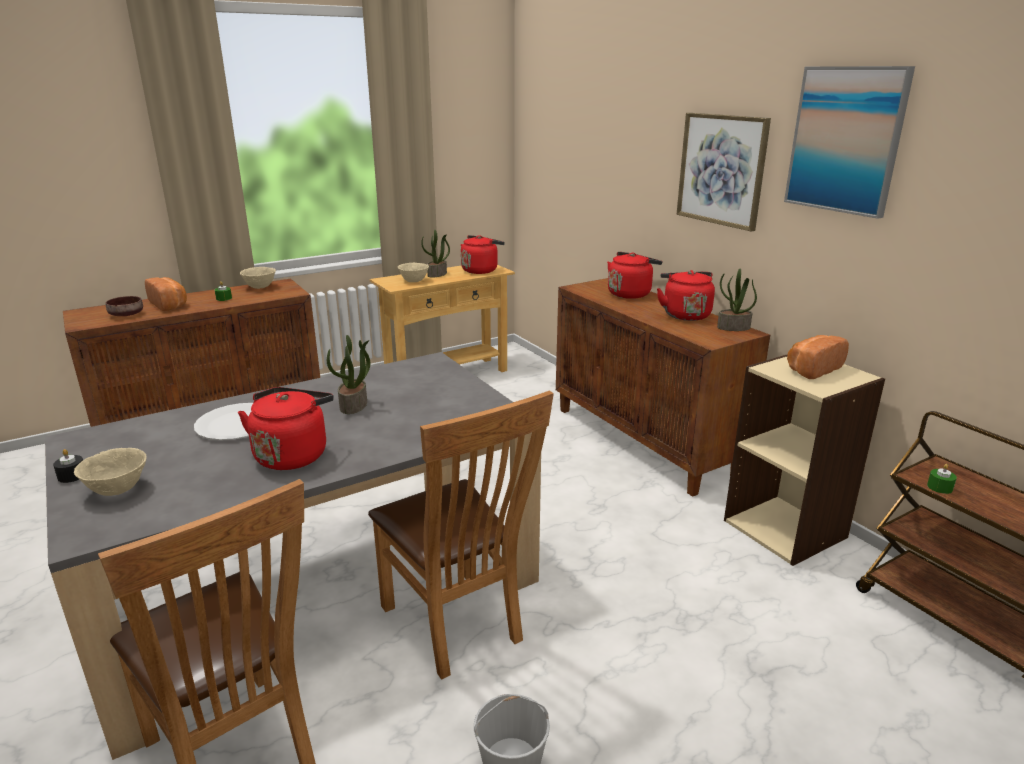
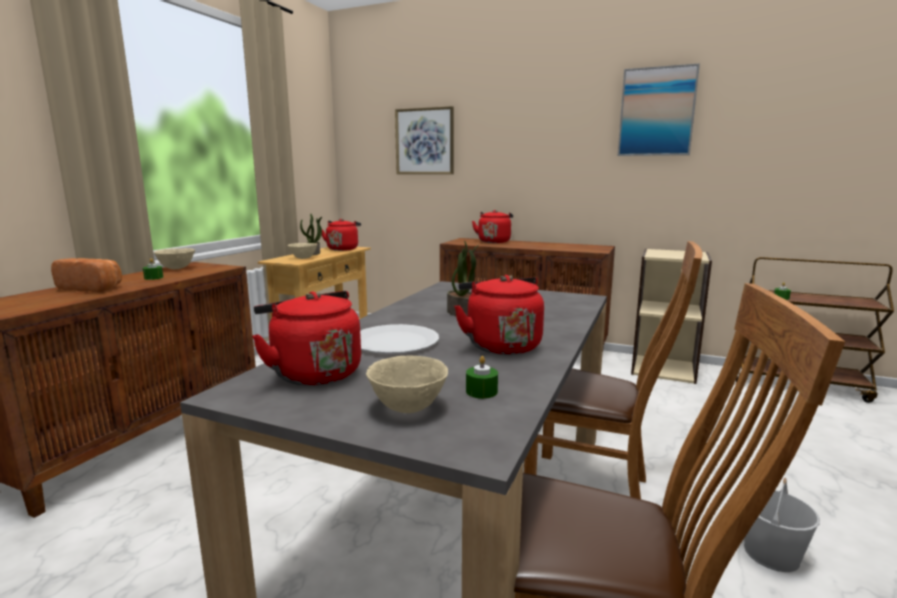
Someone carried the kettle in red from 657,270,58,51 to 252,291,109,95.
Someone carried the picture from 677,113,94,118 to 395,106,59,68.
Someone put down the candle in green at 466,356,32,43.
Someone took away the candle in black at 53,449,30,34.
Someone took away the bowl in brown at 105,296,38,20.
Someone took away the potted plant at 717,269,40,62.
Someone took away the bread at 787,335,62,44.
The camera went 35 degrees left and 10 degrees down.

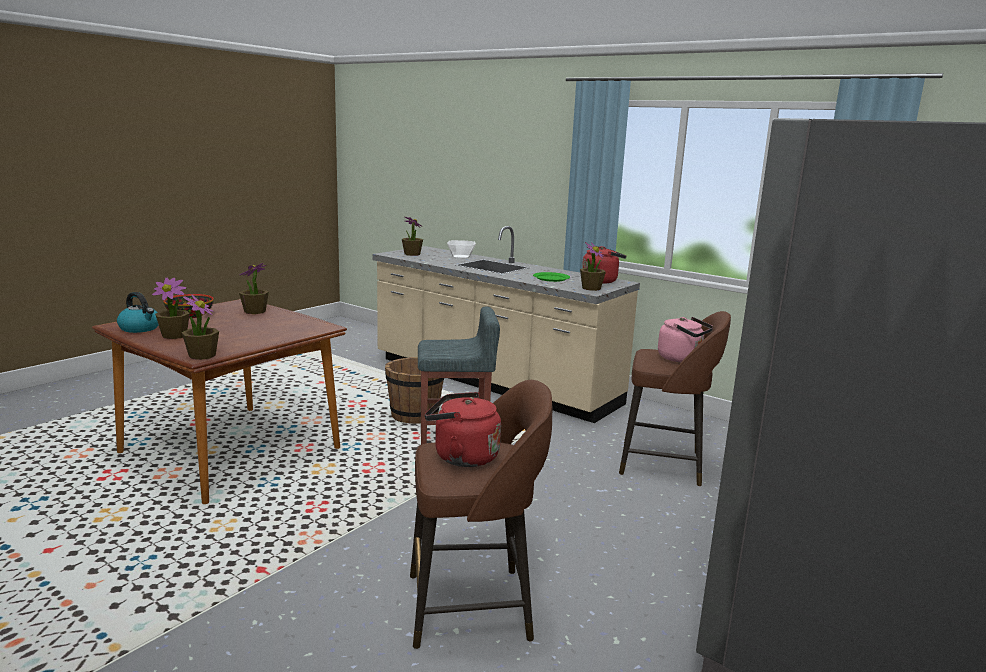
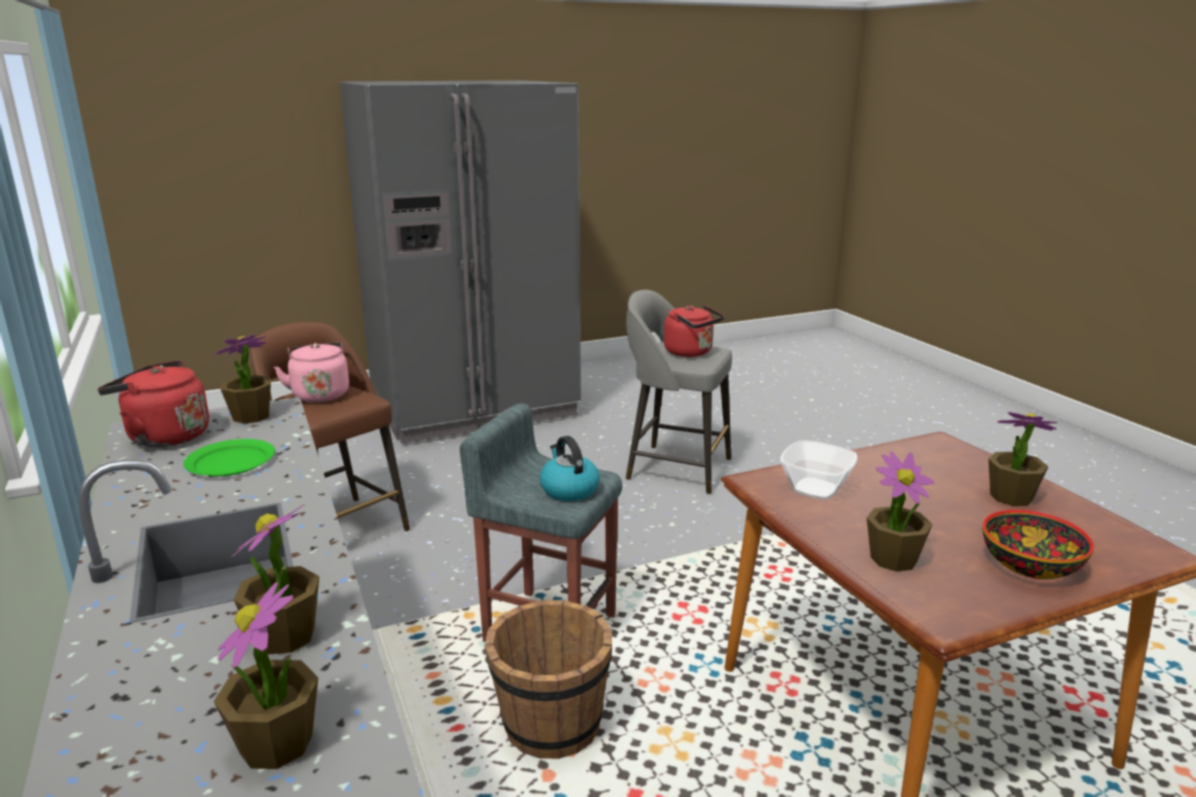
Someone carried the potted plant from 181,294,38,66 to 230,504,89,151.
Someone carried the kettle from 117,292,42,41 to 540,436,60,65.
Someone repainted the stool in brown at 410,380,142,269, which became the stool in grey at 626,290,106,204.
Someone carried the bowl from 447,240,29,19 to 780,440,77,60.
The camera went 150 degrees left and 5 degrees up.

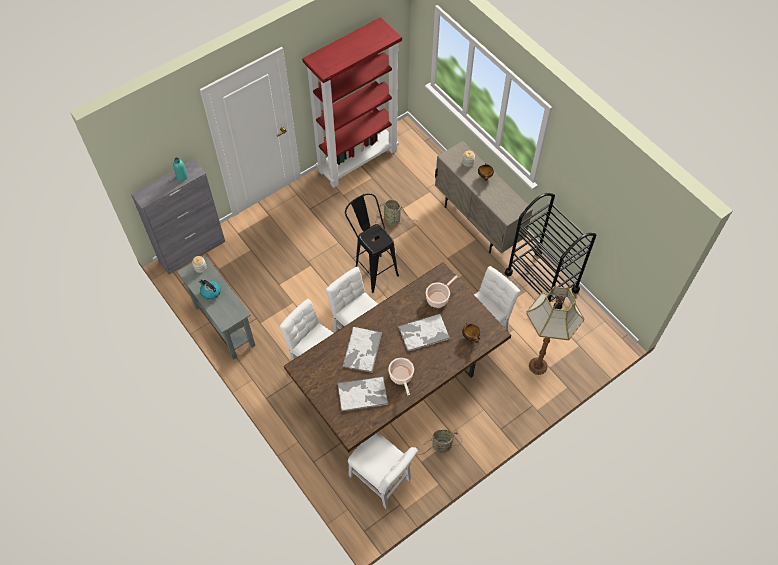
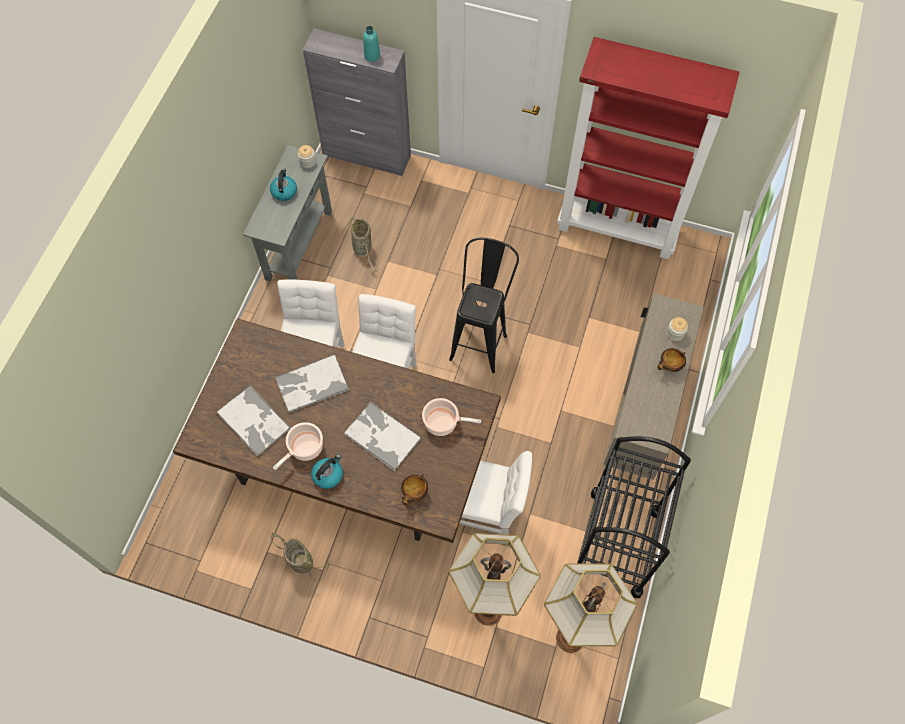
Someone put down the kettle at 311,454,32,35.
Someone carried the basket from 375,200,42,25 to 341,217,37,55.
Someone put down the floor lamp at 544,563,93,90.
Someone took away the chair in white at 348,432,70,77.
The camera went 55 degrees right and 5 degrees up.

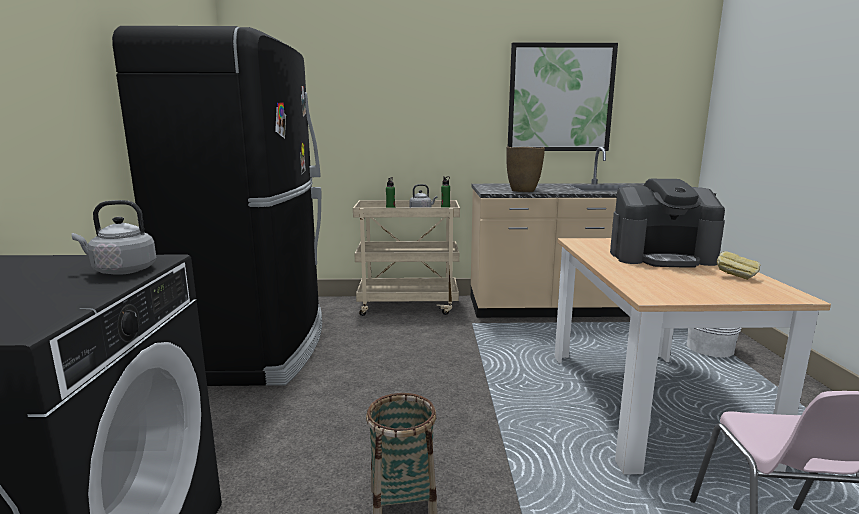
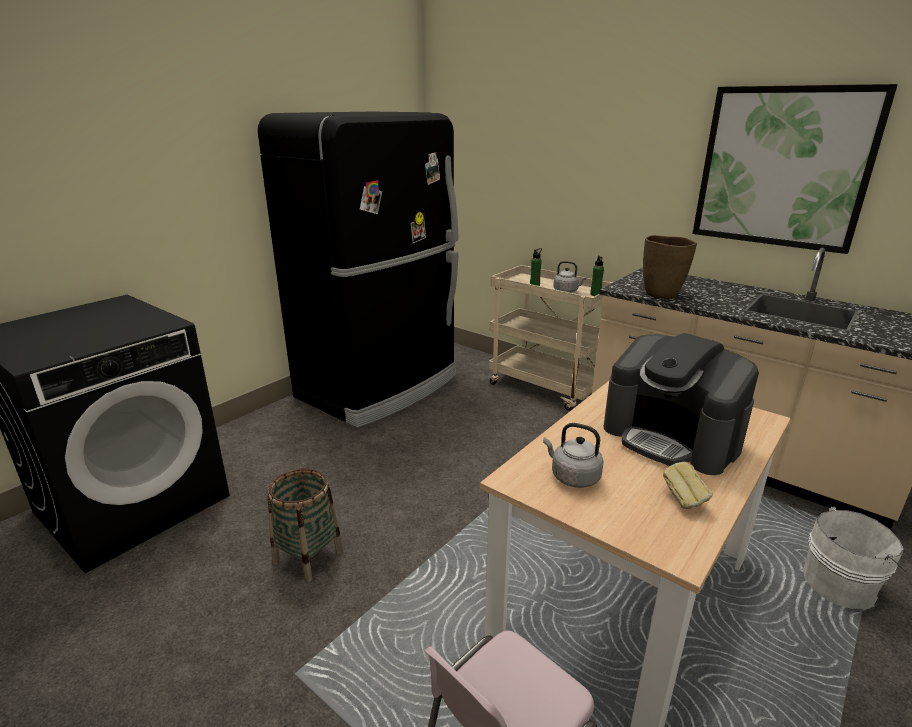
Someone carried the kettle in grey from 72,200,84,75 to 543,423,61,65.
The camera went 40 degrees right and 10 degrees up.

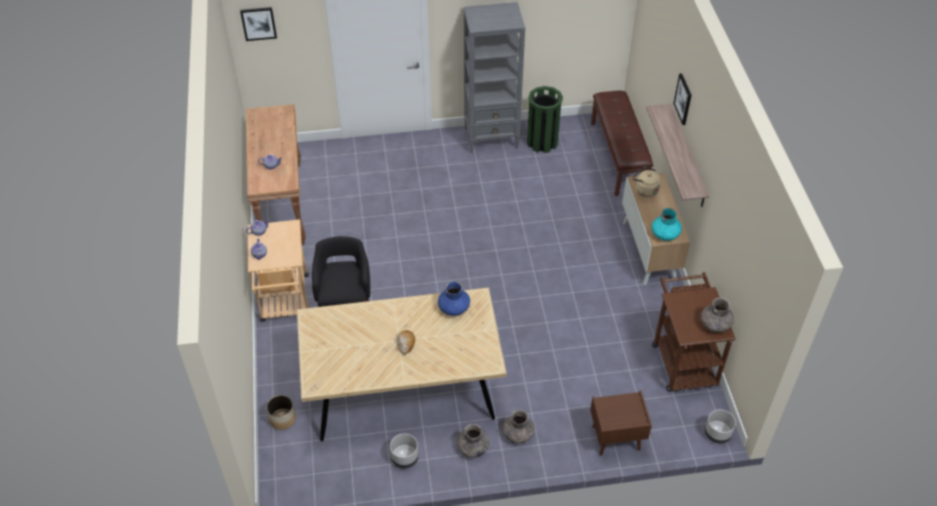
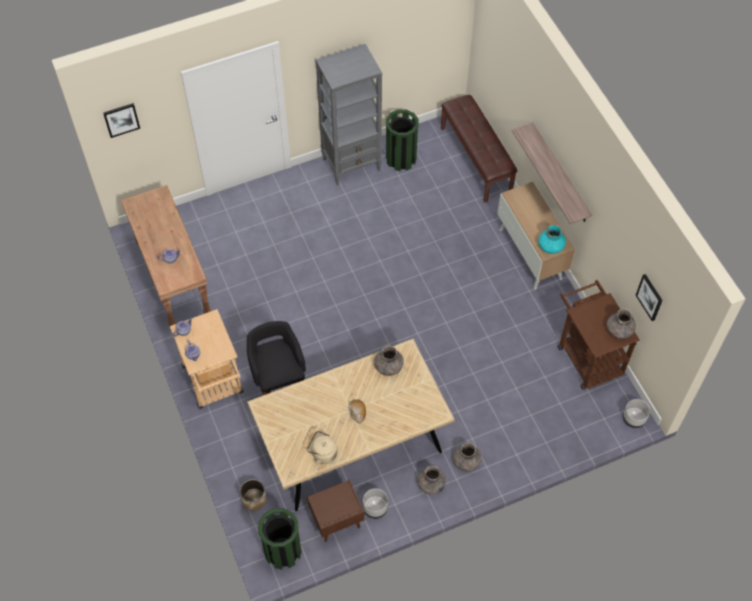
Someone put down the trash can in green at 258,508,44,61.
Someone carried the kettle in beige from 633,166,28,31 to 307,431,31,34.
Someone carried the nightstand in brown from 590,391,62,65 to 307,479,57,63.
Someone repainted the vase in blue at 438,281,32,35, which became the vase in grey at 374,345,30,31.
Someone carried the picture from 673,73,18,52 to 636,274,27,47.
The camera went 15 degrees left and 10 degrees up.

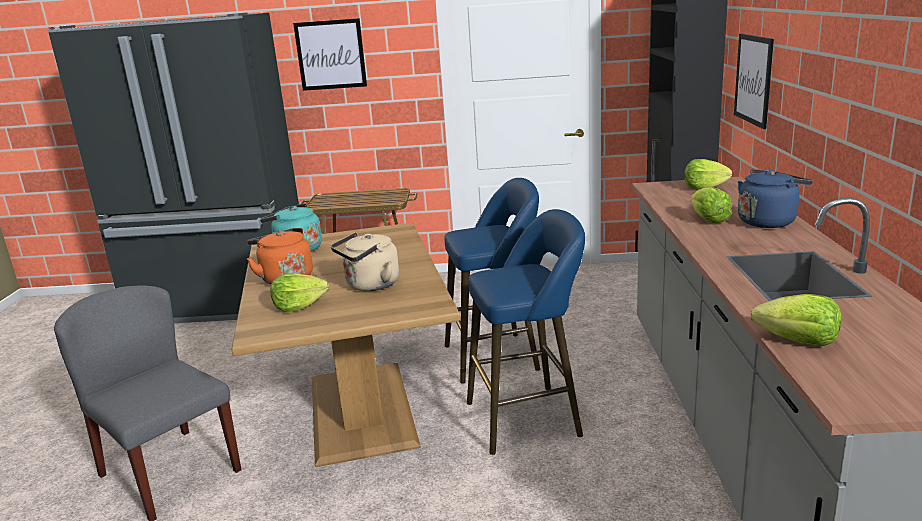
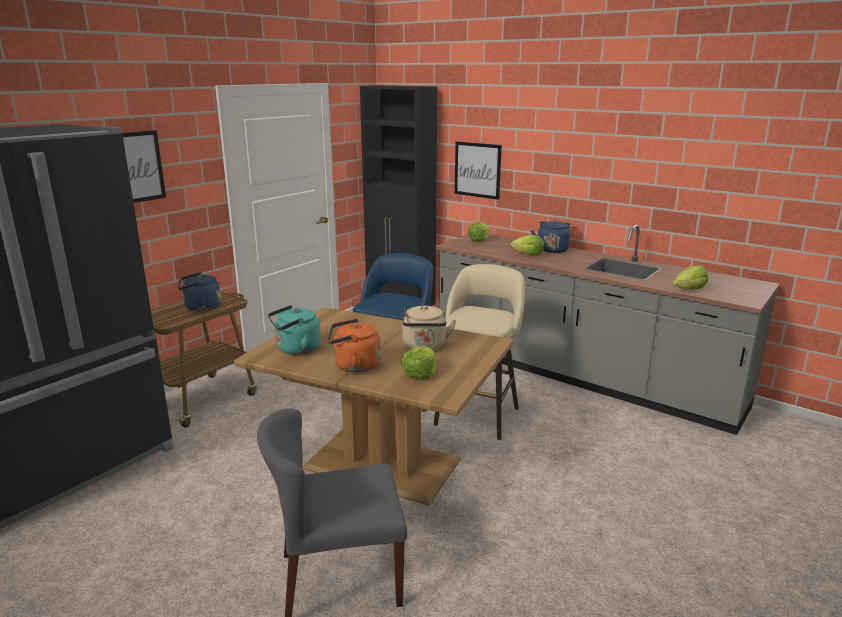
Someone put down the kettle in blue at 178,272,43,40.
Someone repainted the stool in blue at 467,209,118,246, which became the stool in beige at 433,264,92,176.
The camera went 55 degrees left and 0 degrees up.

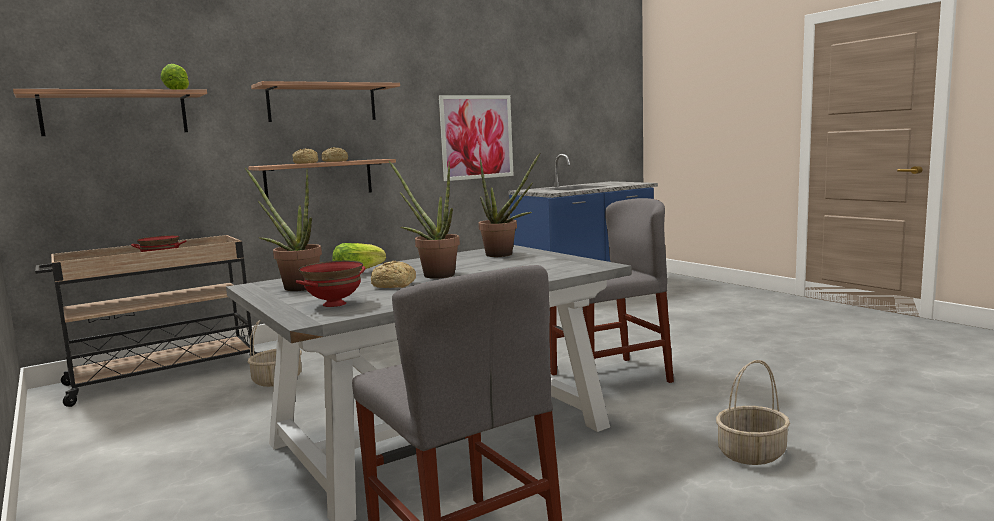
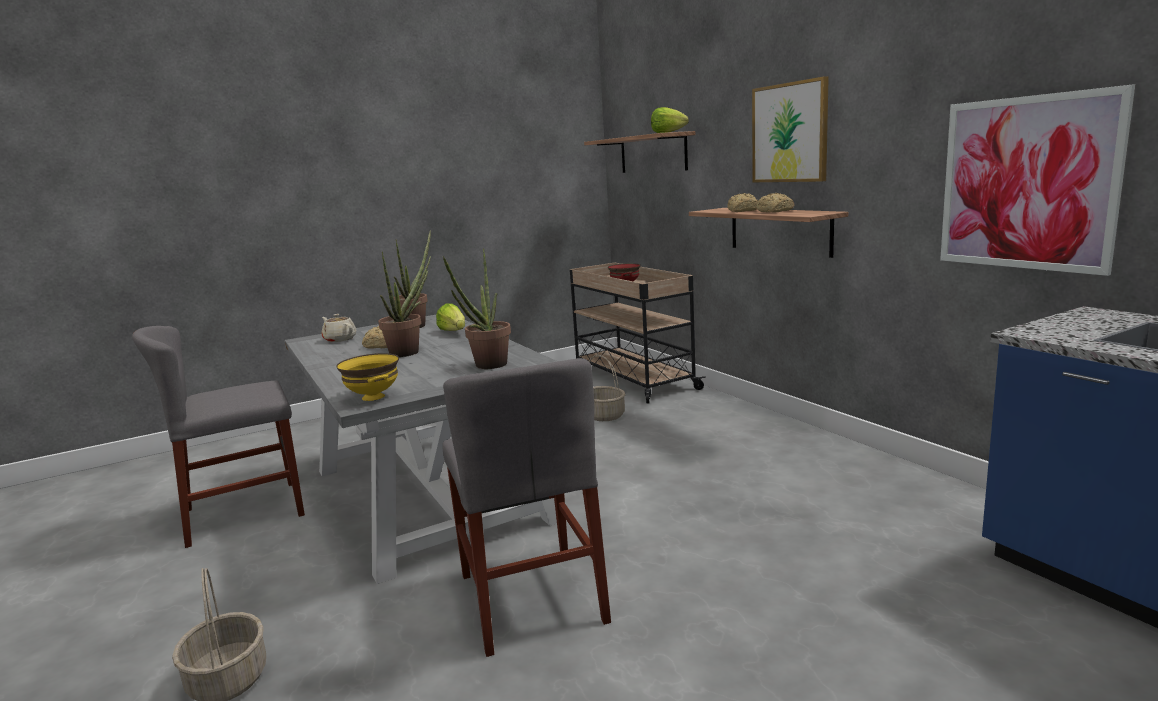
Someone swapped the bowl in red at 296,261,69,46 for the teapot in beige at 322,314,34,28.
Someone put down the bowl in yellow at 336,353,63,48.
Someone swapped the shelf at 251,81,149,41 for the picture at 752,76,77,106.
The camera went 95 degrees right and 5 degrees up.

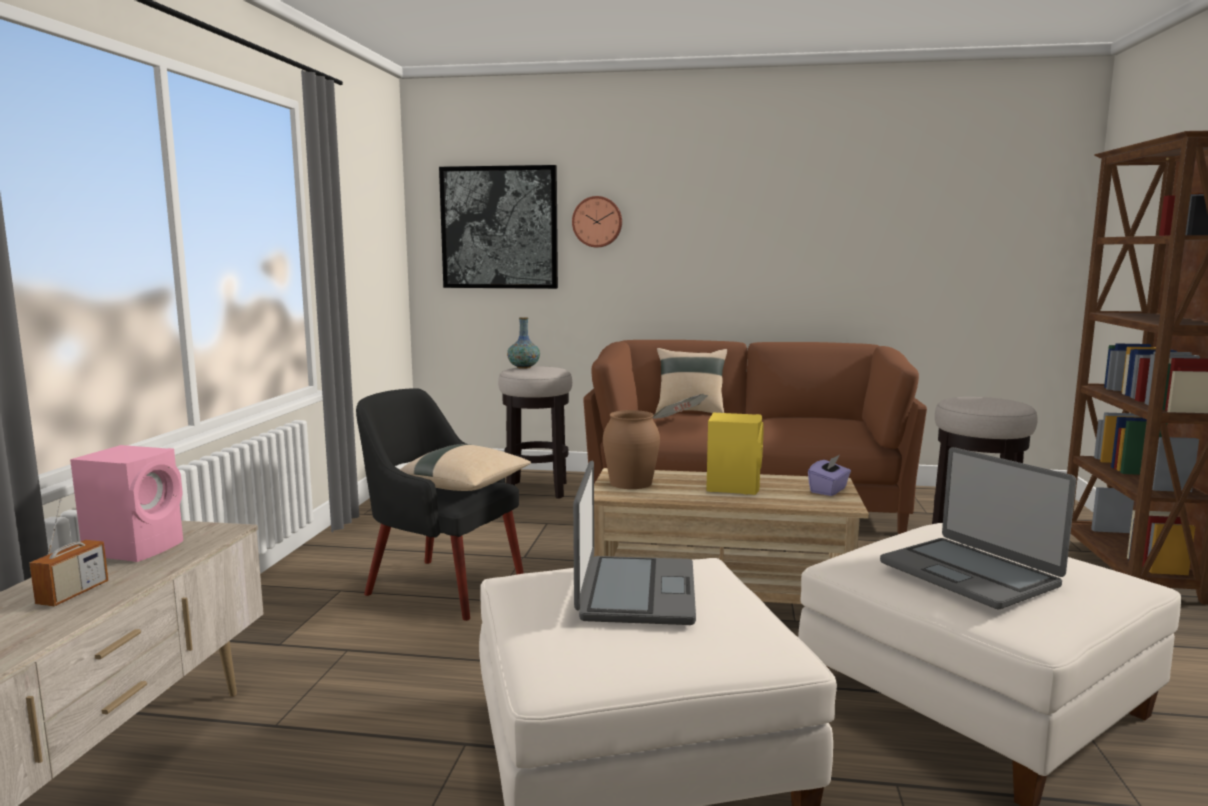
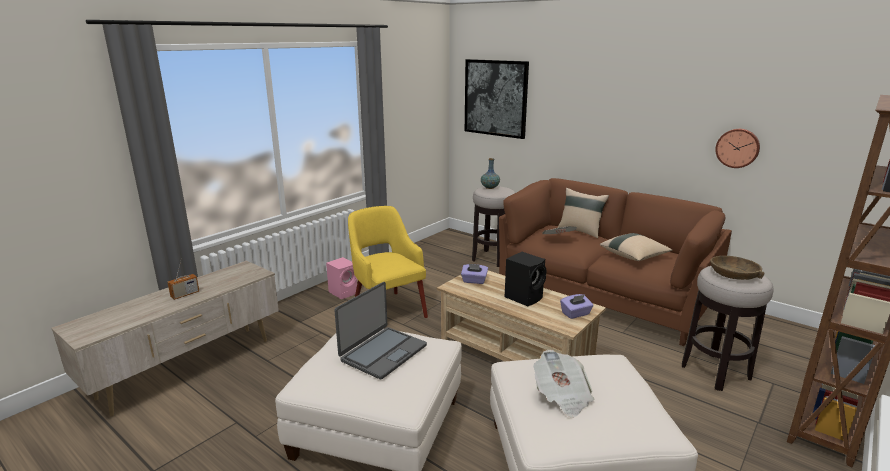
Someone carried the speaker in pink from 70,445,113,117 to 326,257,31,42.
Someone repainted the armchair in black at 356,388,168,233, which became the armchair in yellow at 348,206,80,112.
Someone swapped the vase in brown at 603,410,57,79 for the tissue box in purple at 461,264,27,20.
Someone repainted the speaker in yellow at 706,413,57,82, which became the speaker in black at 505,252,42,55.
Someone swapped the laptop at 880,447,197,162 for the newspaper at 533,350,62,68.
Someone carried the pillow in beige from 399,444,132,47 to 600,233,72,28.
Someone put down the bowl in brown at 710,256,54,24.
Someone carried the wall clock from 572,196,50,51 to 715,129,45,39.
The camera went 30 degrees right and 10 degrees up.

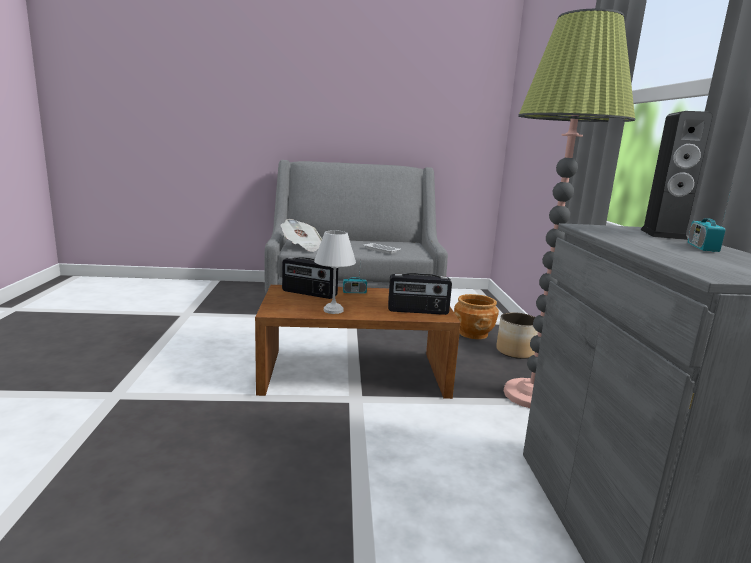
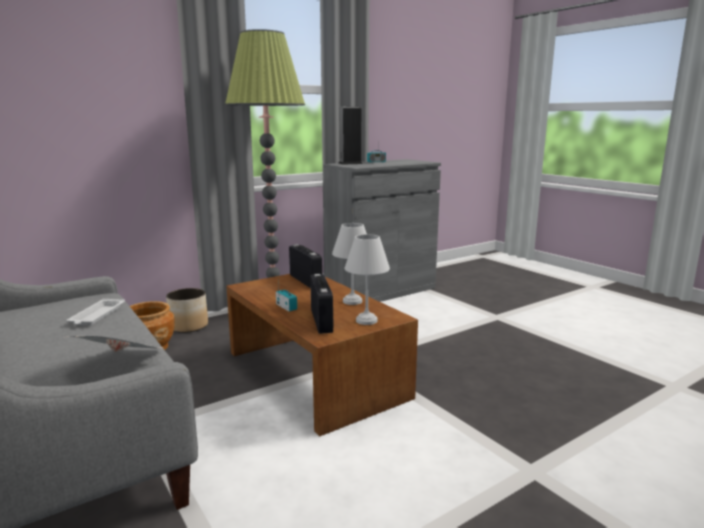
Someone put down the table lamp in white at 344,234,46,91.
The camera went 120 degrees left and 0 degrees up.

